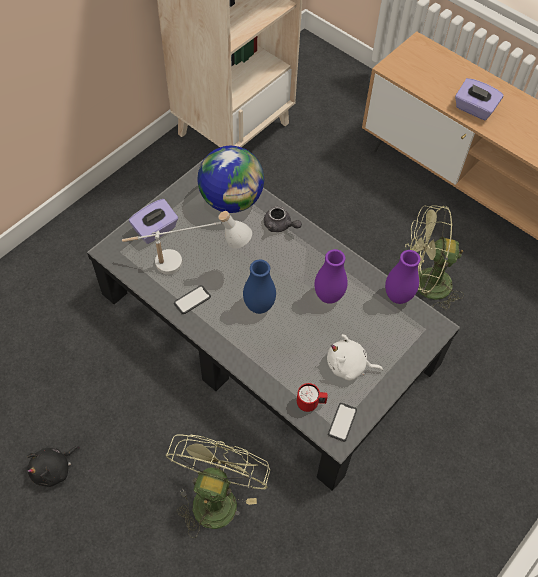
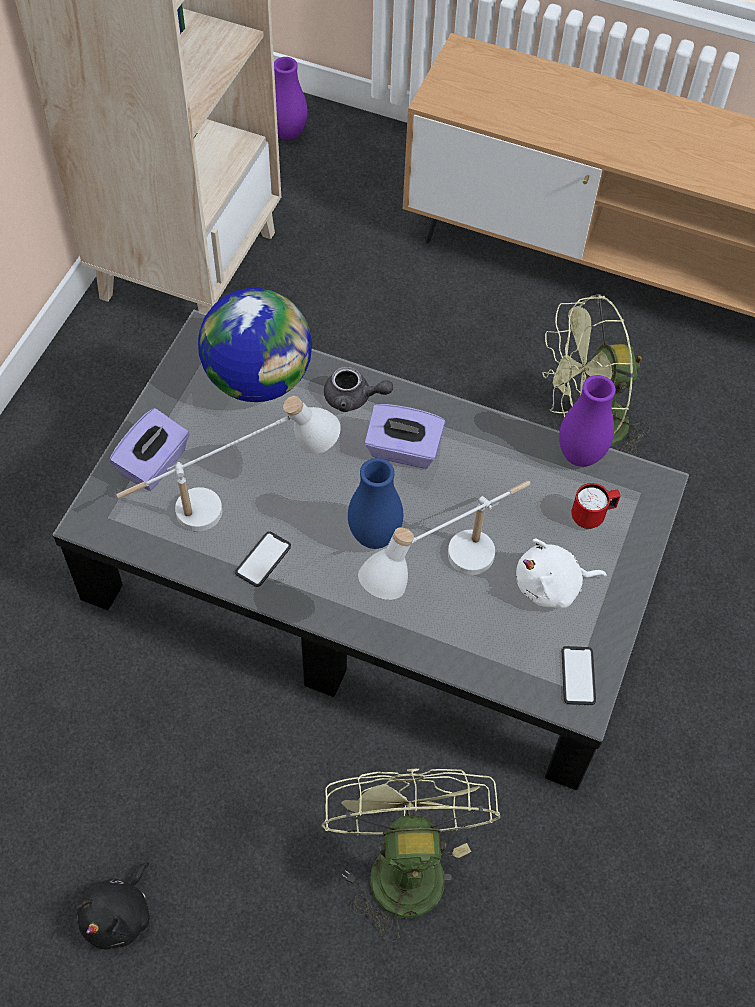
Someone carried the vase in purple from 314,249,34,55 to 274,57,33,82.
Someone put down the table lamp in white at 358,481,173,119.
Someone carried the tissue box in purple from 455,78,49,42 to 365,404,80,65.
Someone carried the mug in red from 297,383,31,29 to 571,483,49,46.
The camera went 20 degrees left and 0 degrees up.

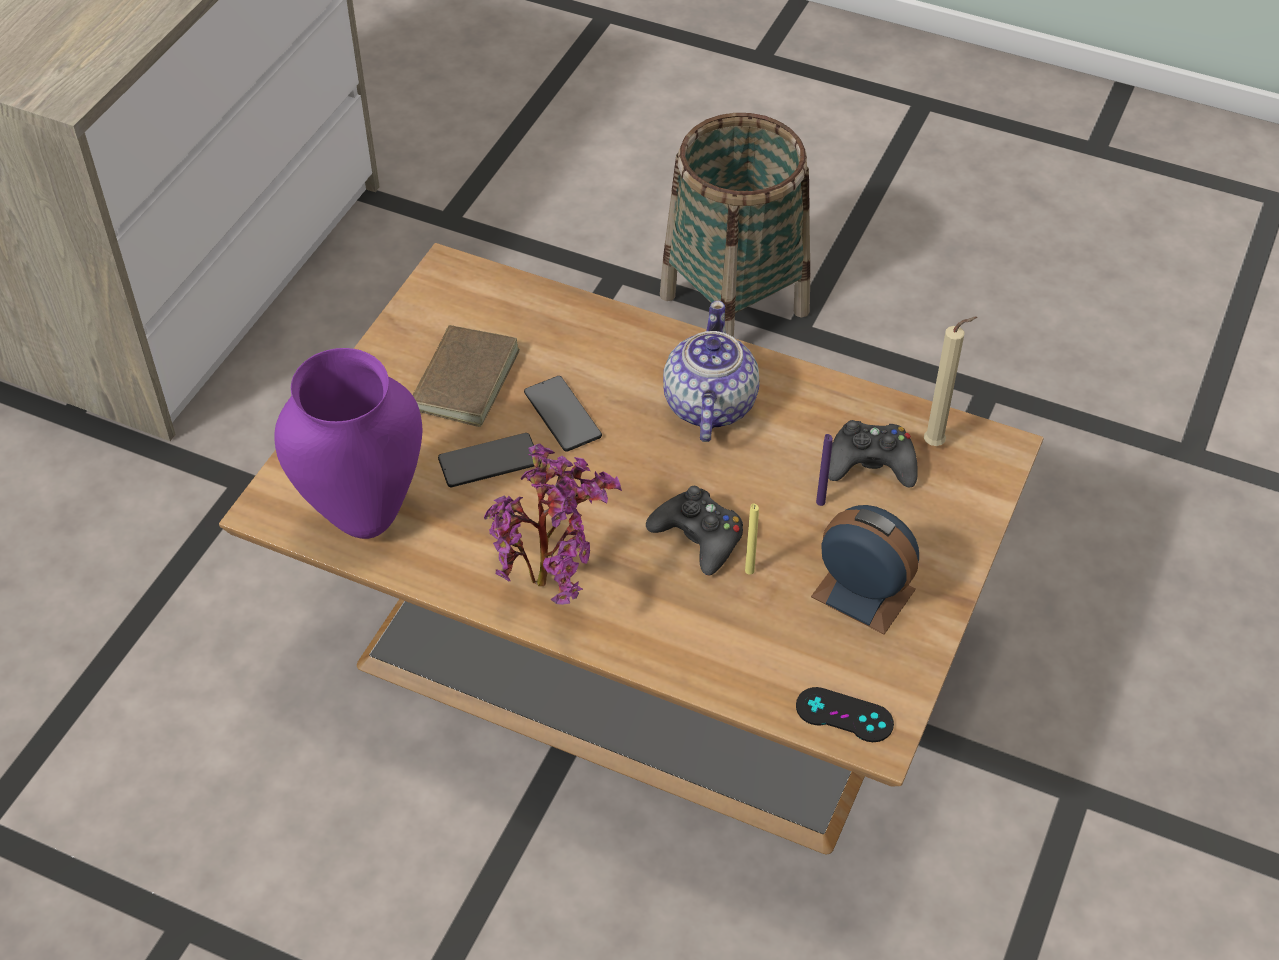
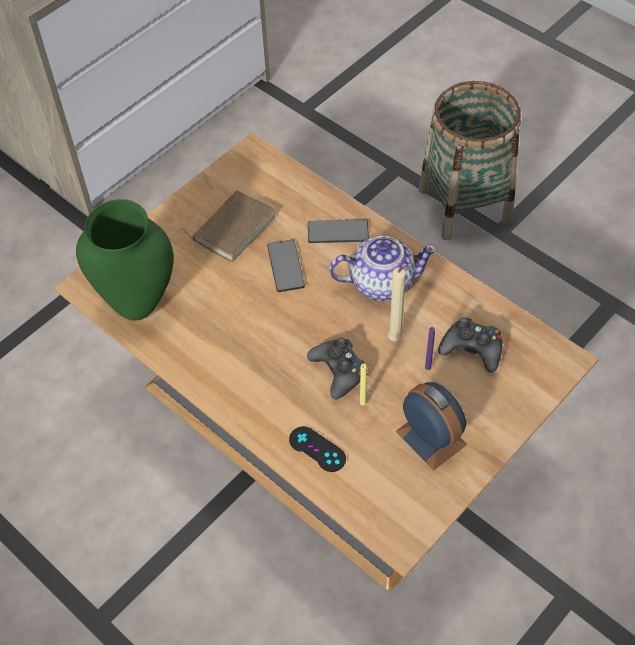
Someone repainted the vase in purple at 274,348,149,191, which became the vase in green at 76,199,98,122.
Someone carried the game controller in black from 796,687,98,55 to 289,426,57,46.
Someone carried the phone from 438,433,96,54 to 308,219,61,24.
Someone rotated the teapot at 663,301,96,141 by 60 degrees clockwise.
Someone carried the candle in beige from 924,317,53,129 to 388,265,26,76.
Someone took away the potted plant at 484,443,138,162.
The camera went 20 degrees right and 5 degrees up.

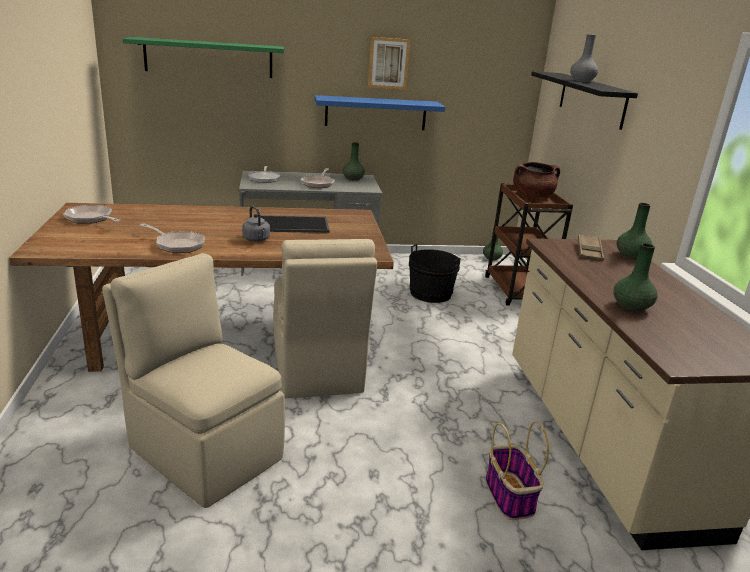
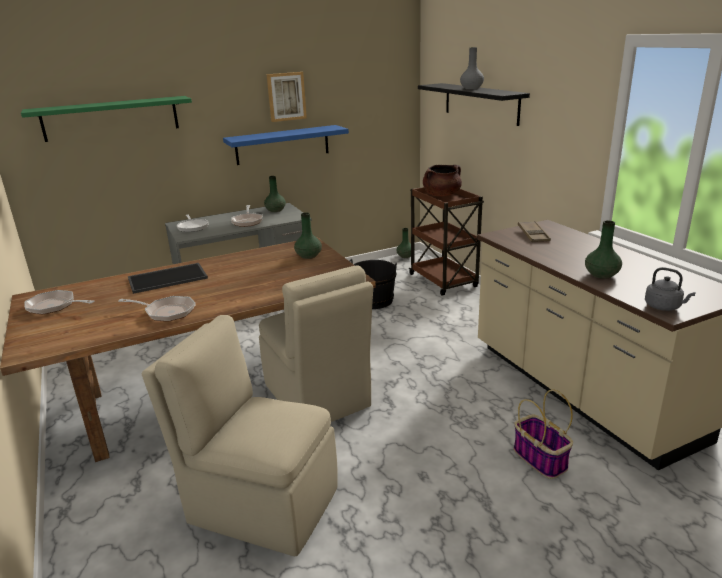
Someone carried the tray from 260,215,70,18 to 128,263,80,31.
Someone carried the vase in green from 617,203,36,57 to 294,212,28,47.
Someone carried the kettle in grey from 242,206,28,36 to 645,267,51,44.
The camera went 15 degrees left and 0 degrees up.

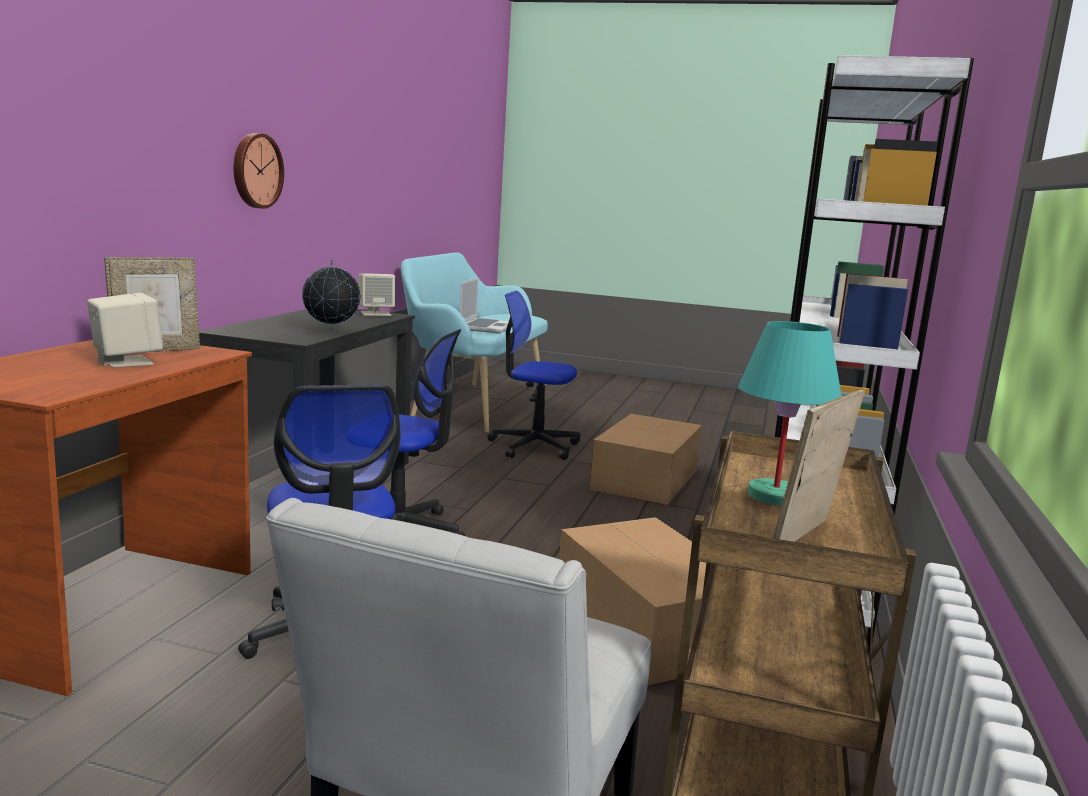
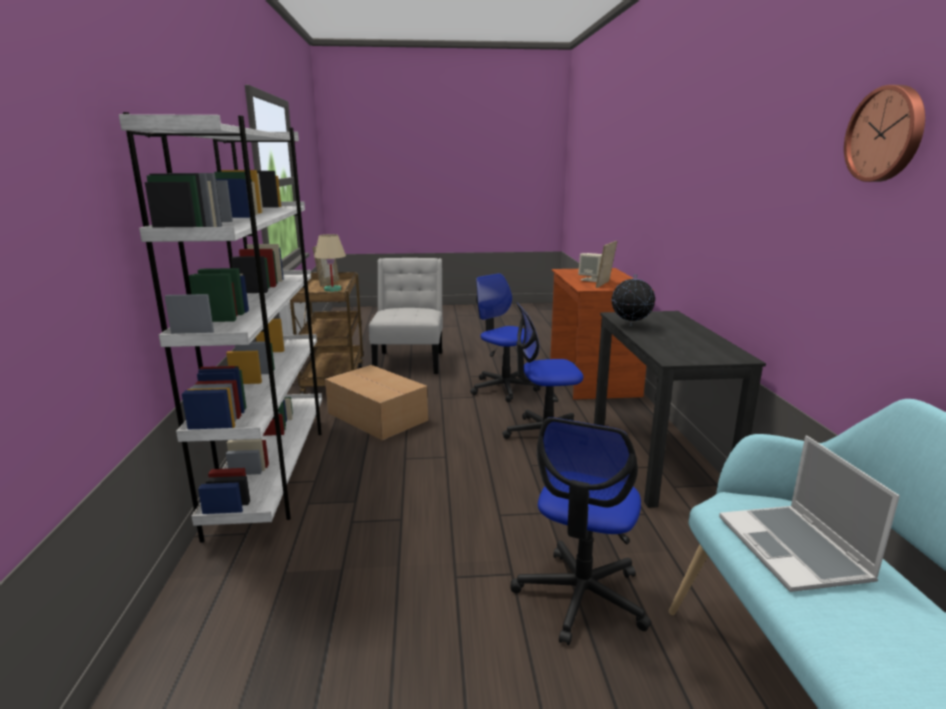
Someone repainted the table lamp in turquoise at 738,321,104,185, which became the table lamp in beige at 314,234,32,58.
Someone rotated the office chair at 487,291,94,169 by 120 degrees clockwise.
Someone carried the wall clock from 234,133,50,76 to 844,85,81,97.
Someone took away the speaker in beige at 358,273,37,43.
Someone took away the cardboard box at 590,414,112,91.
The camera went 160 degrees right and 5 degrees up.

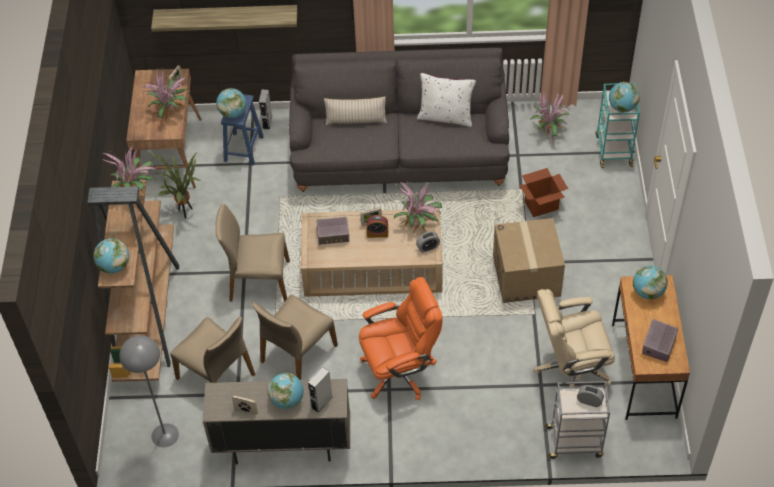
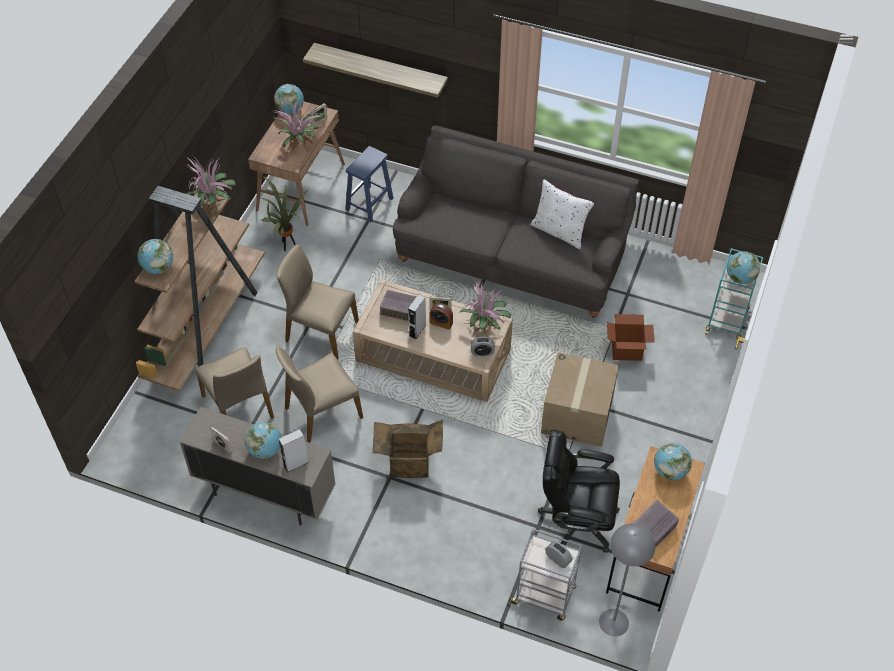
Someone carried the globe from 216,88,31,30 to 274,84,30,30.
Someone swapped the office chair in orange at 359,277,84,123 for the cardboard box at 372,420,71,58.
Someone carried the speaker in grey from 259,89,13,40 to 408,294,19,45.
Someone repainted the office chair in beige at 534,289,81,99, which became the office chair in black at 538,429,82,124.
Someone carried the floor lamp in grey from 120,335,59,112 to 599,523,56,114.
Someone took away the pillow in beige at 324,96,63,29.
Someone took away the potted plant at 530,90,42,54.
The camera went 20 degrees right and 0 degrees up.

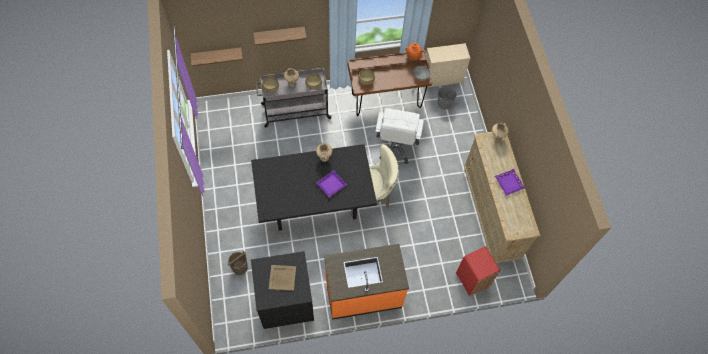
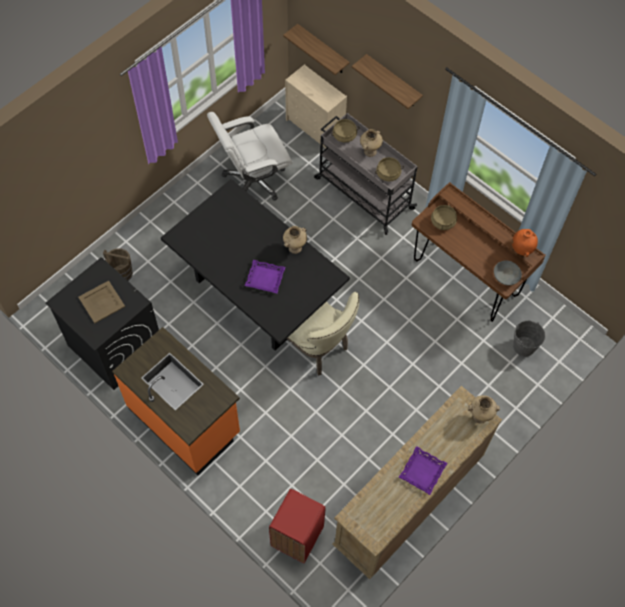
Someone carried the office chair in white from 376,108,48,56 to 207,112,85,89.
Someone carried the dresser in beige from 425,43,45,45 to 285,64,62,85.
The camera went 55 degrees right and 0 degrees up.

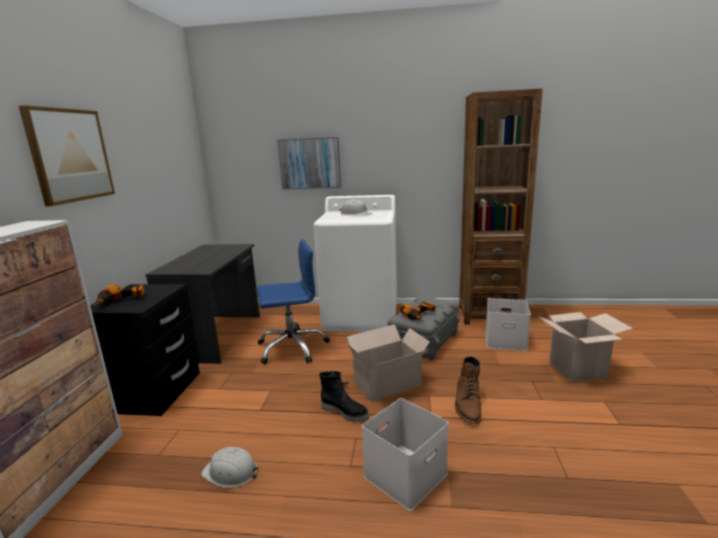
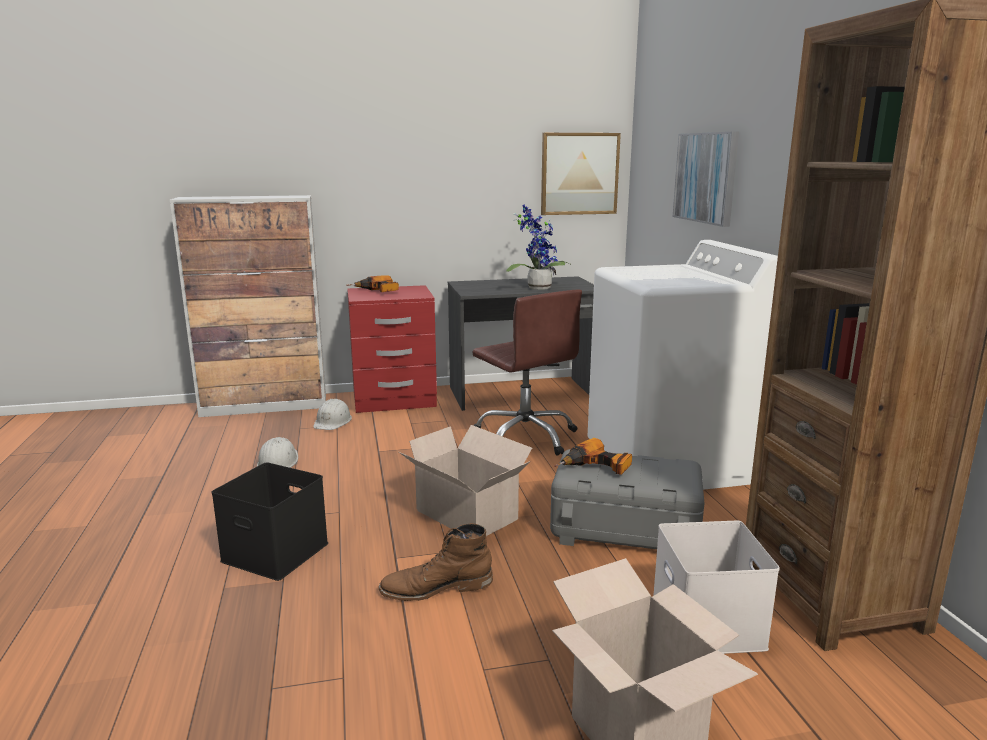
Someone repainted the storage box in white at 362,398,87,113, which became the storage box in black at 212,462,116,119.
Someone carried the hard hat in white from 339,199,33,16 to 313,399,39,31.
Someone repainted the nightstand in black at 90,284,110,132, which became the nightstand in red at 347,285,90,128.
Someone repainted the office chair in blue at 257,239,73,125, which became the office chair in brown at 473,290,109,166.
Someone put down the potted plant at 506,204,66,86.
Someone carried the picture from 19,105,96,101 to 541,133,80,82.
Someone took away the boot in black at 319,371,50,51.
The camera went 70 degrees right and 0 degrees up.

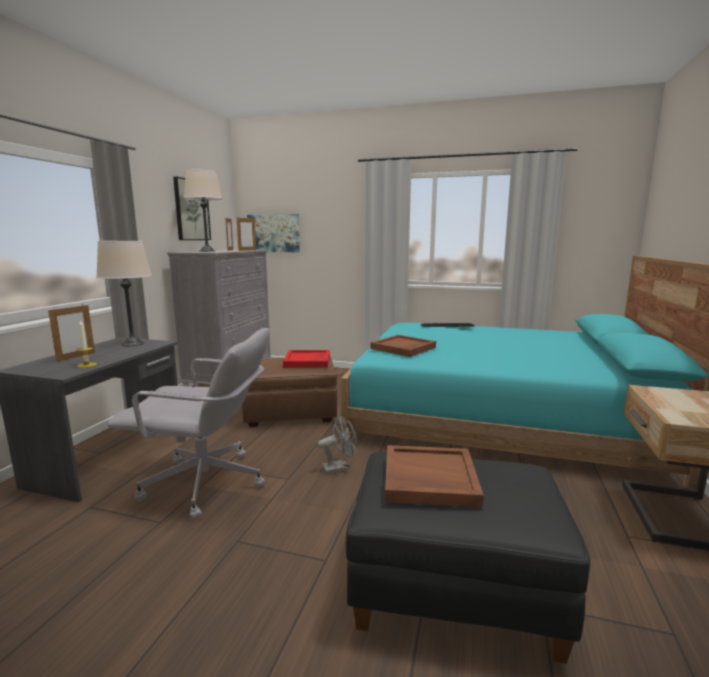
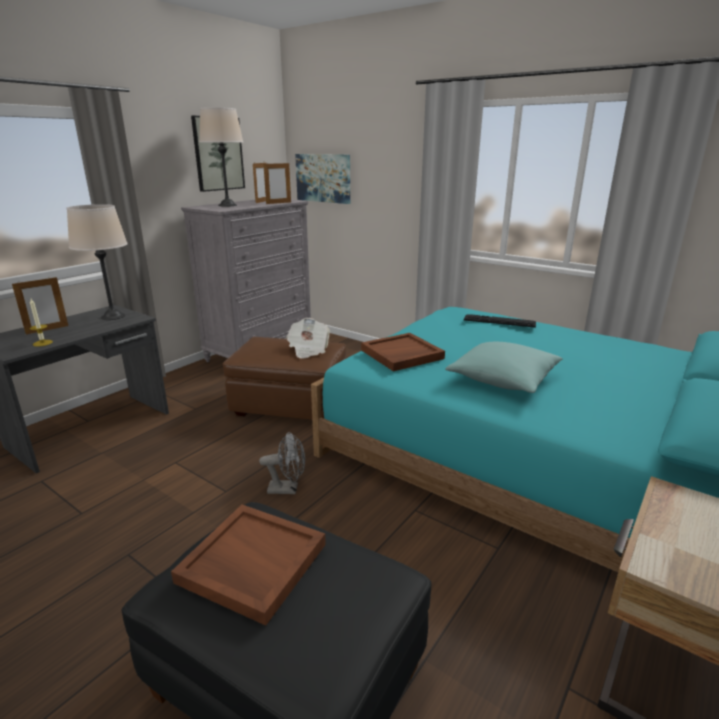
Someone swapped the tray in red at 283,350,47,17 for the newspaper at 286,318,44,41.
Someone put down the pillow in turquoise at 445,342,118,51.
Someone took away the office chair in grey at 107,328,163,191.
The camera went 20 degrees right and 10 degrees up.

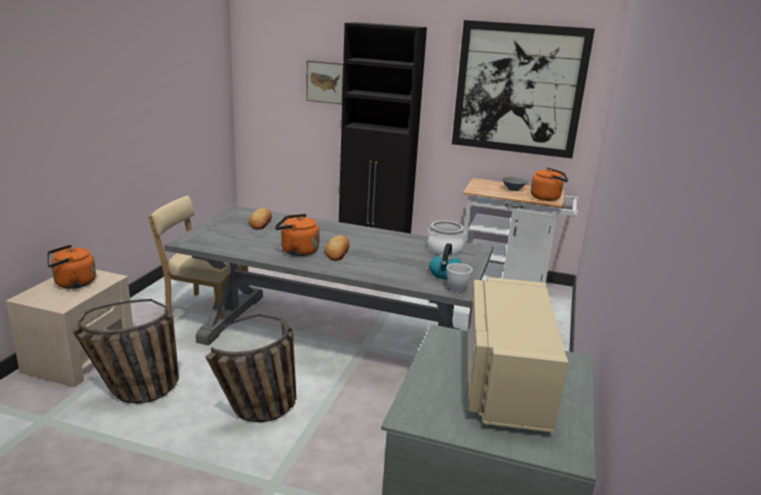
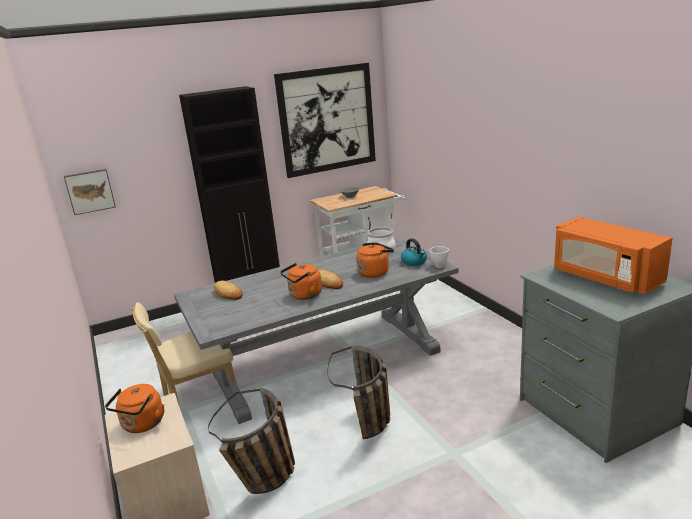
Someone carried the picture from 306,61,37,43 to 64,169,52,46.
Someone carried the kettle in orange from 531,168,37,33 to 357,242,37,36.
Someone repainted the microwave in beige at 467,277,101,156, which became the microwave in orange at 554,217,119,77.
The camera went 40 degrees left and 0 degrees up.

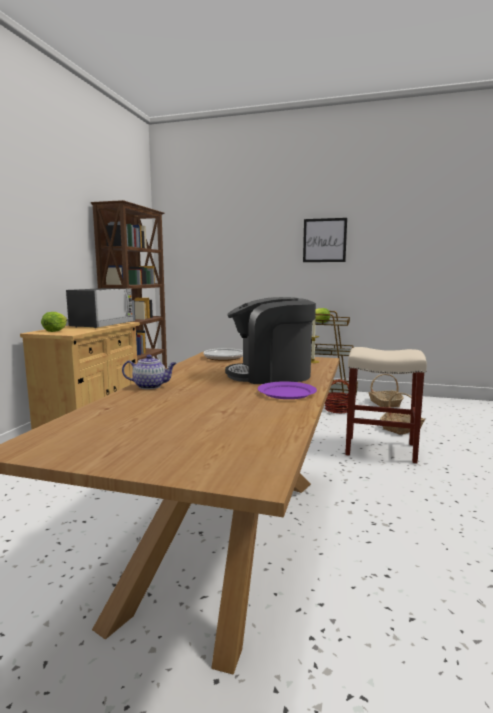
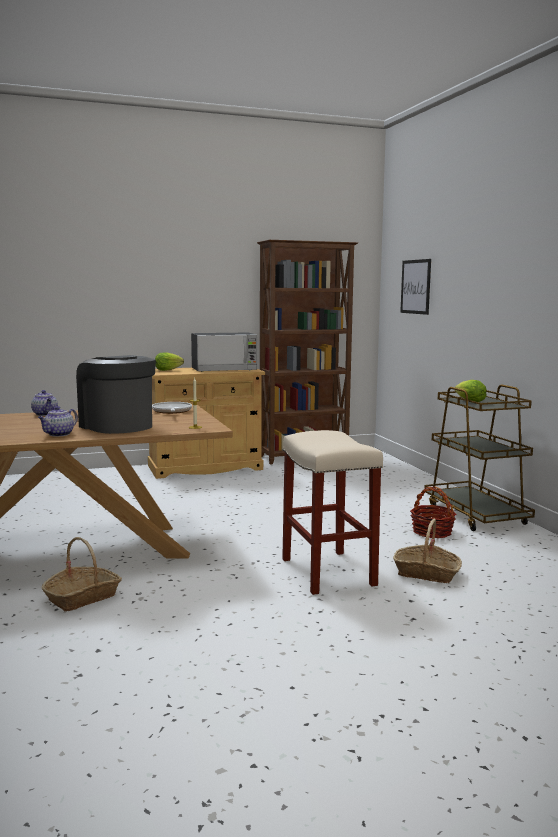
Someone swapped the plate in purple at 258,381,59,18 for the teapot at 38,406,40,31.
Someone carried the basket from 368,374,36,34 to 42,537,80,75.
Someone carried the picture from 303,218,44,44 to 400,259,31,56.
The camera went 55 degrees right and 0 degrees up.

